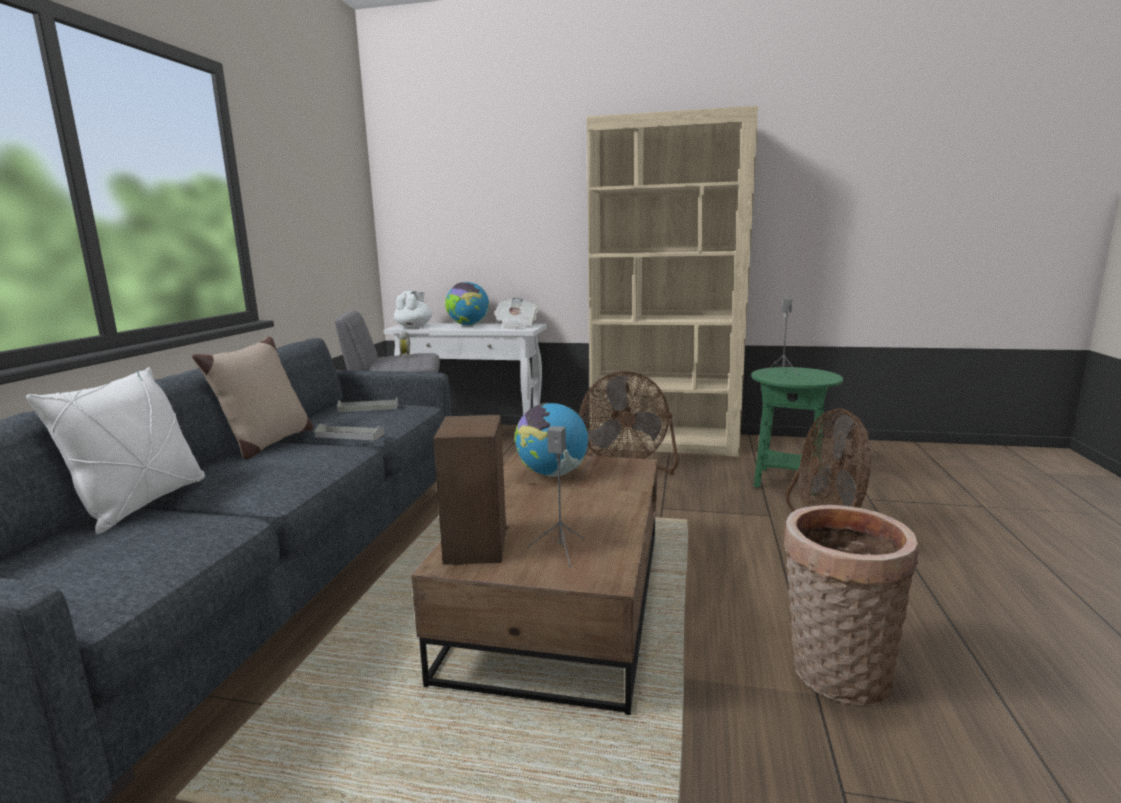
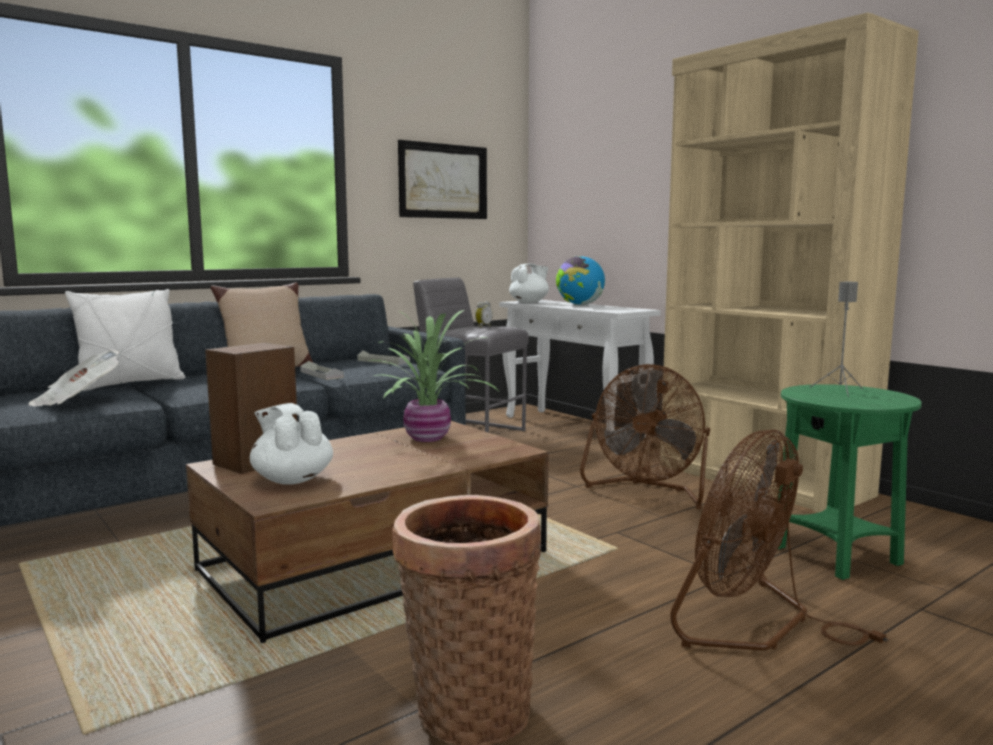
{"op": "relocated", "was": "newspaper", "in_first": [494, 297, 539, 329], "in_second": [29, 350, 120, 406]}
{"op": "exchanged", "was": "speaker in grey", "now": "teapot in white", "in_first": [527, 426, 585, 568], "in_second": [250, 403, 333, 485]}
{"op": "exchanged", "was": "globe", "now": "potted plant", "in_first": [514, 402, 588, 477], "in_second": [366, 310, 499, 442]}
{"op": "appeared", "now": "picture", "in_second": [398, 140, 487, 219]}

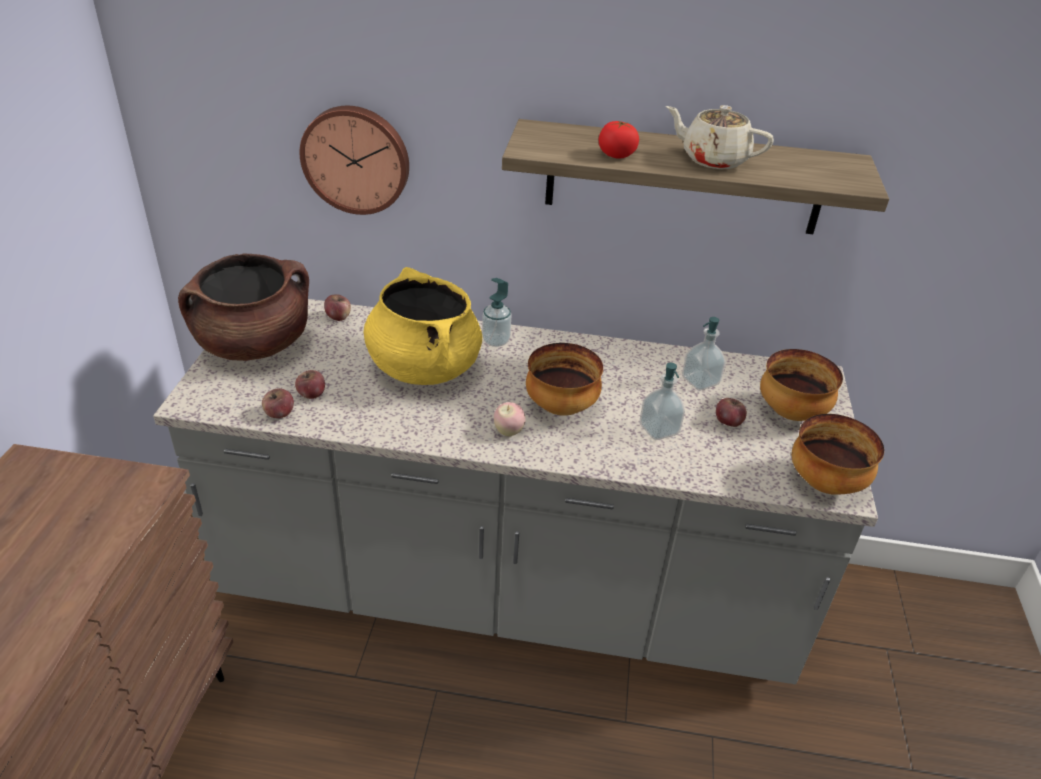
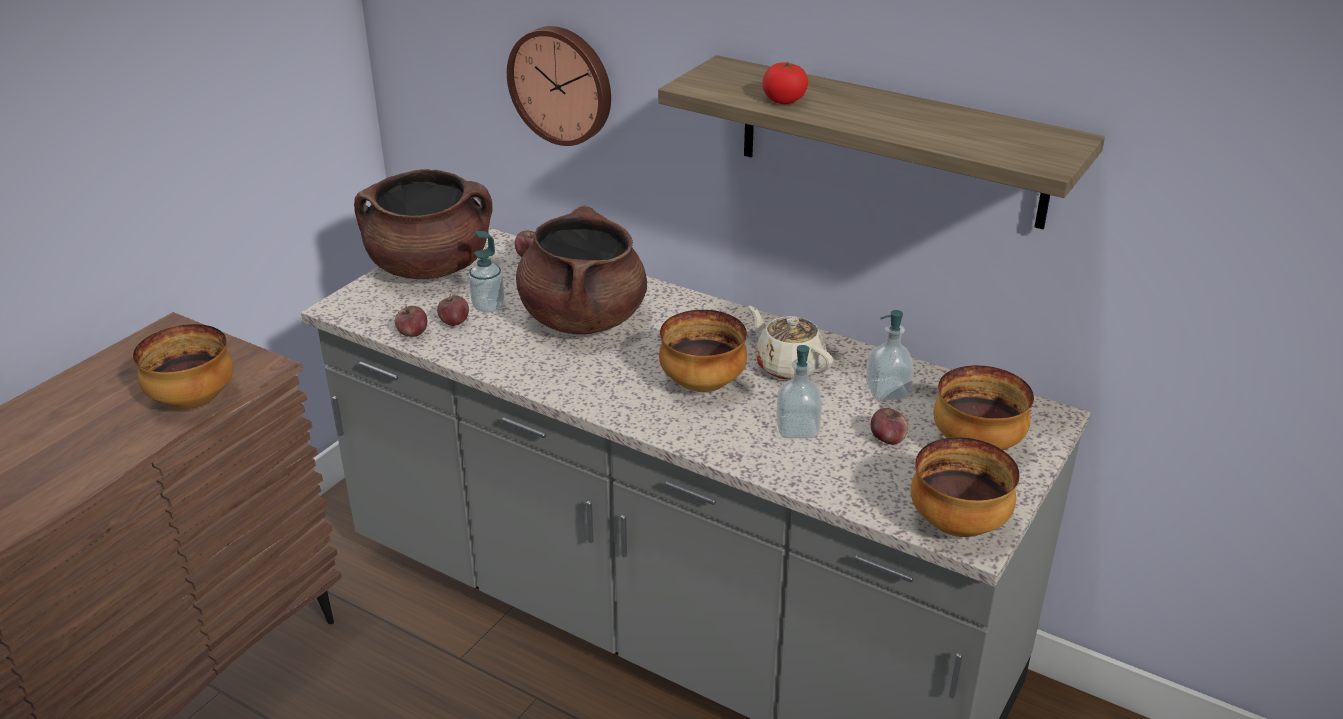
{"op": "appeared", "now": "bowl", "in_second": [133, 324, 234, 409]}
{"op": "relocated", "was": "soap dispenser", "in_first": [482, 278, 511, 347], "in_second": [469, 231, 504, 313]}
{"op": "colour", "was": "cooking pot in yellow", "now": "cooking pot in brown", "in_first": [363, 267, 482, 385], "in_second": [516, 205, 647, 334]}
{"op": "relocated", "was": "teapot in beige", "in_first": [666, 105, 774, 169], "in_second": [748, 306, 833, 380]}
{"op": "missing", "was": "apple", "in_first": [494, 402, 526, 436]}

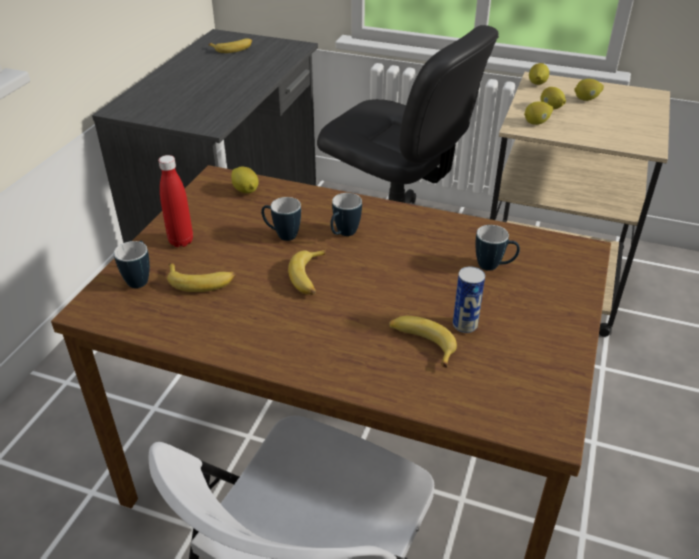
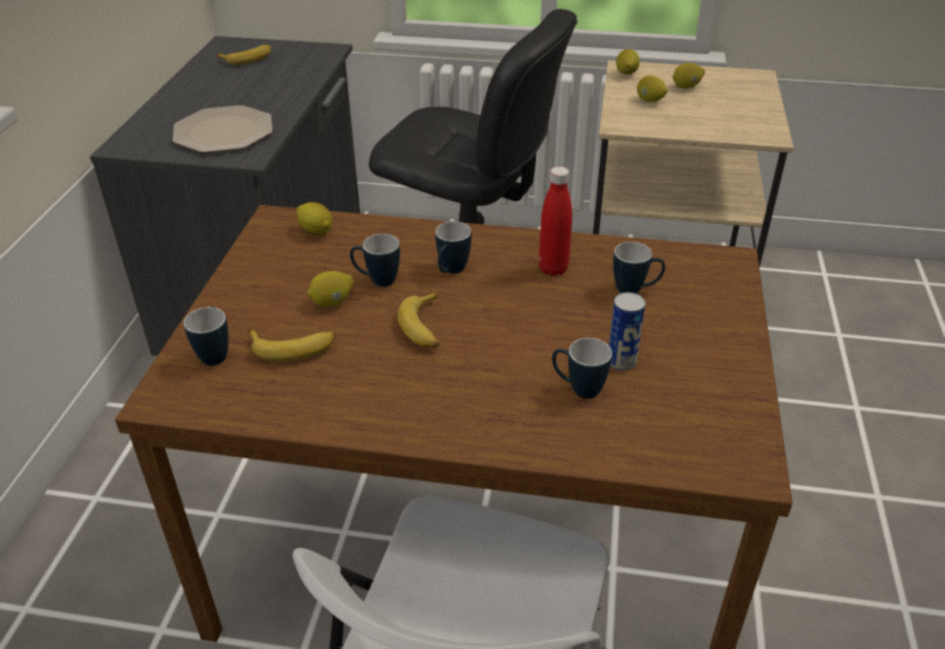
{"op": "appeared", "now": "plate", "in_second": [173, 105, 273, 153]}
{"op": "relocated", "was": "lemon", "in_first": [524, 101, 553, 125], "in_second": [307, 271, 353, 307]}
{"op": "relocated", "was": "bottle in red", "in_first": [158, 155, 193, 247], "in_second": [539, 166, 572, 276]}
{"op": "exchanged", "was": "banana", "now": "mug", "in_first": [389, 316, 457, 368], "in_second": [552, 338, 612, 399]}

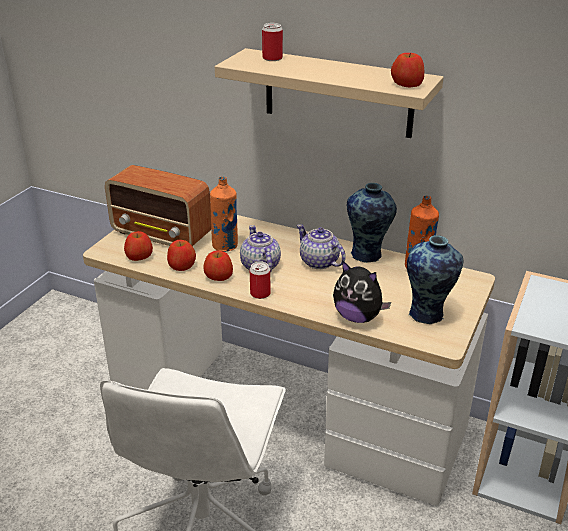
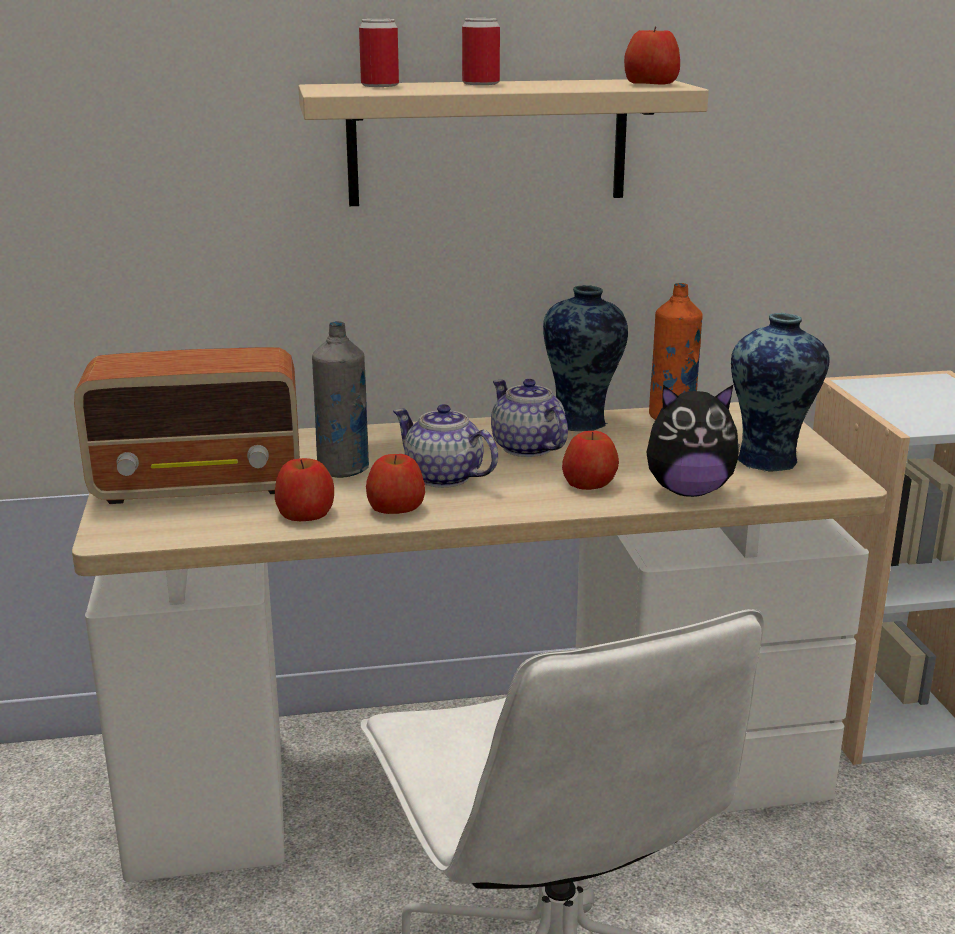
{"op": "colour", "was": "bottle in orange", "now": "bottle in grey", "in_first": [210, 177, 238, 252], "in_second": [312, 321, 369, 478]}
{"op": "relocated", "was": "can", "in_first": [250, 261, 271, 299], "in_second": [462, 18, 500, 85]}
{"op": "spun", "was": "teapot", "in_first": [296, 224, 346, 269], "in_second": [491, 379, 568, 457], "clockwise": 45}
{"op": "relocated", "was": "apple", "in_first": [124, 231, 153, 261], "in_second": [562, 431, 619, 490]}

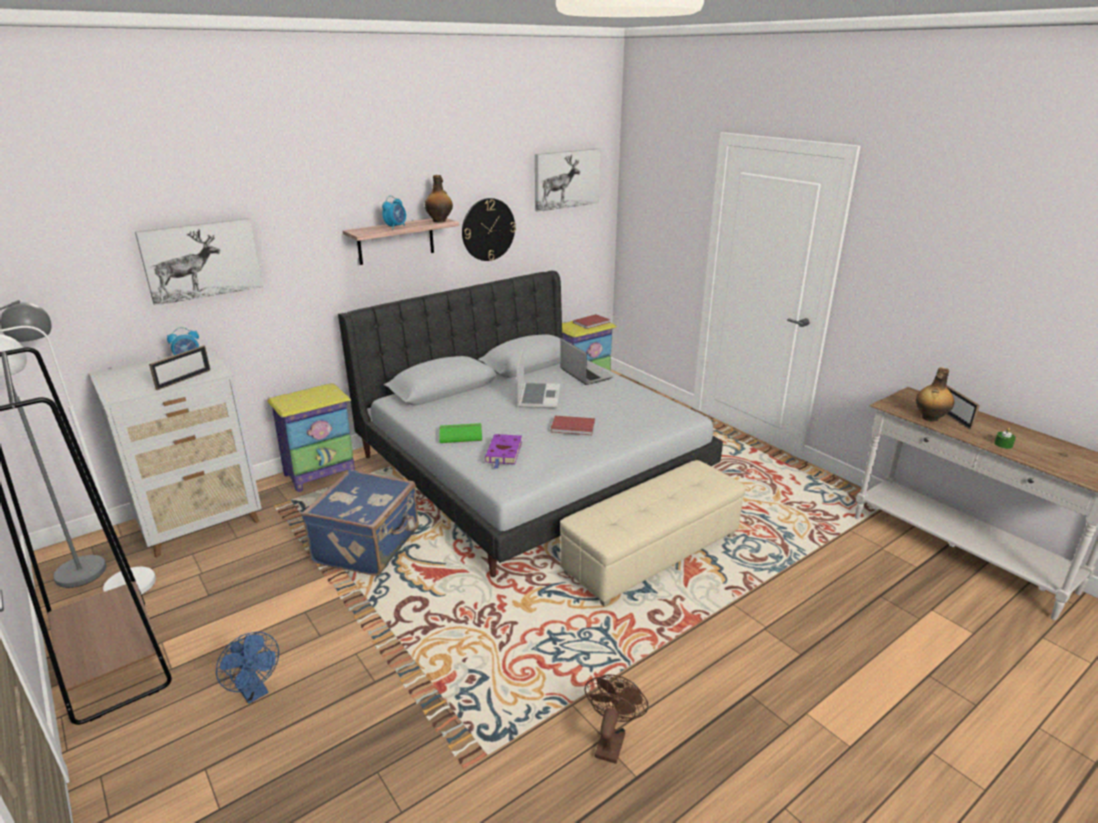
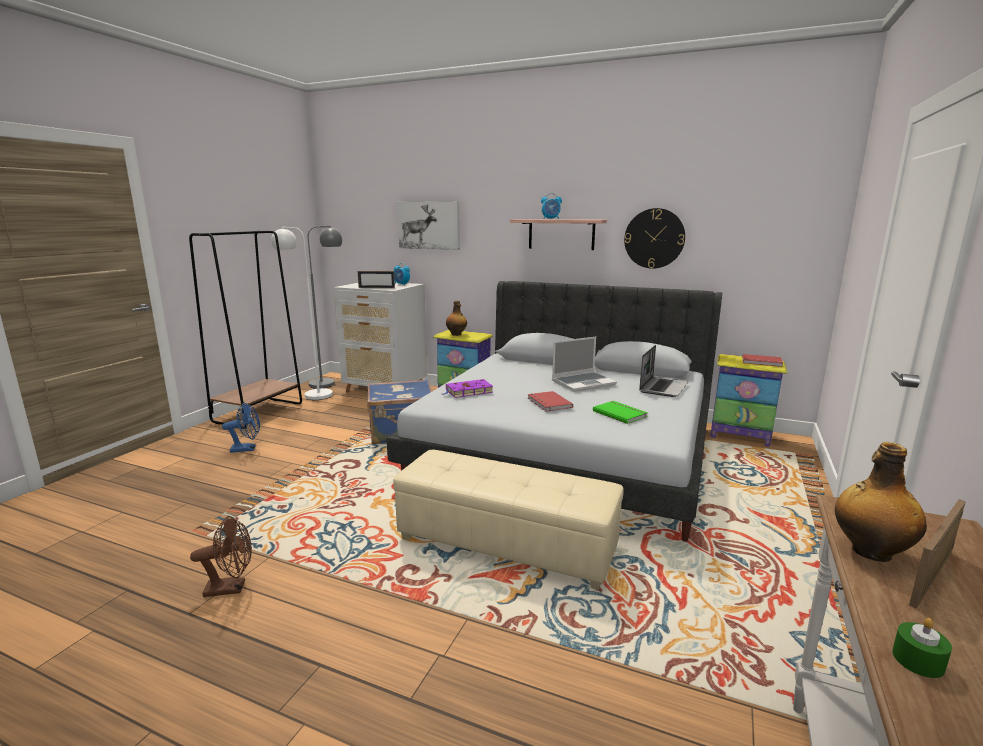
{"op": "spun", "was": "fan in blue", "in_first": [216, 632, 279, 704], "in_second": [222, 403, 260, 453], "clockwise": -120}
{"op": "relocated", "was": "bottle", "in_first": [424, 175, 453, 222], "in_second": [446, 301, 467, 336]}
{"op": "relocated", "was": "book in green", "in_first": [439, 423, 482, 443], "in_second": [593, 401, 648, 424]}
{"op": "missing", "was": "picture", "in_first": [535, 149, 600, 212]}

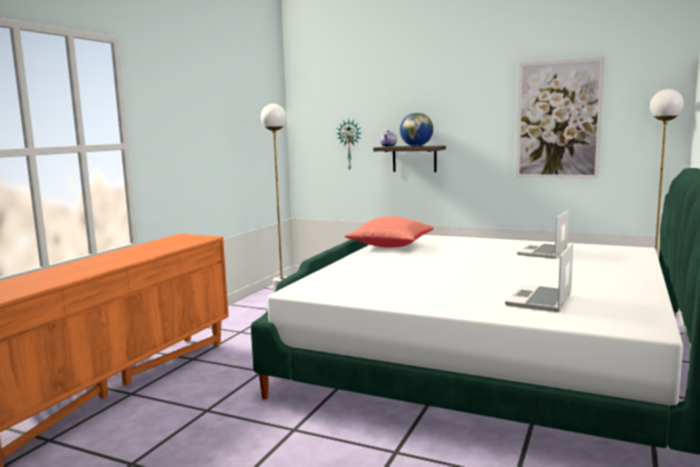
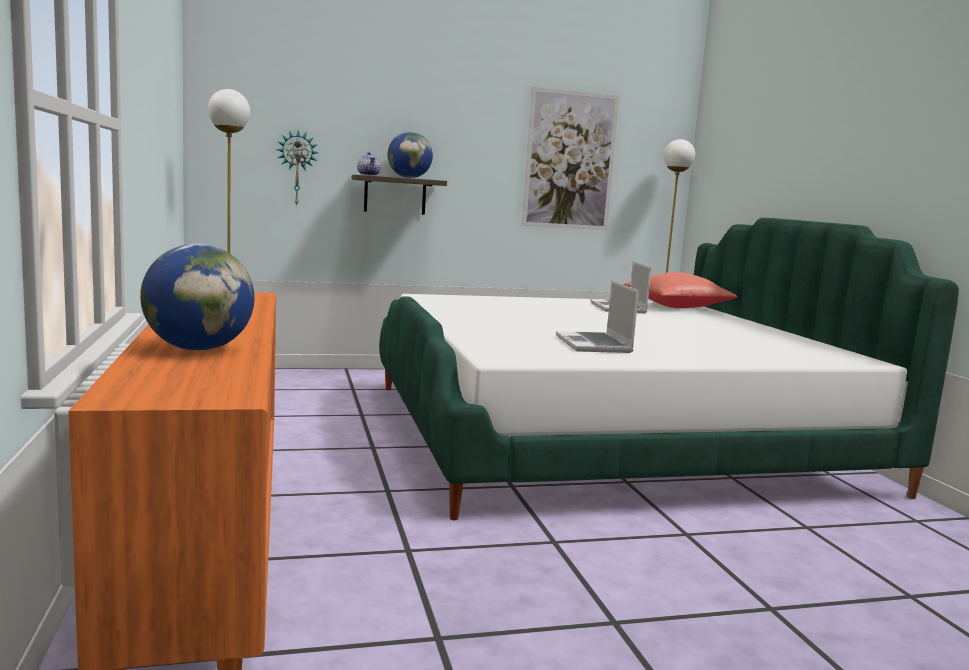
{"op": "appeared", "now": "globe", "in_second": [140, 244, 254, 351]}
{"op": "relocated", "was": "laptop", "in_first": [505, 242, 574, 312], "in_second": [556, 280, 639, 353]}
{"op": "relocated", "was": "pillow in red", "in_first": [344, 216, 434, 247], "in_second": [624, 272, 738, 308]}

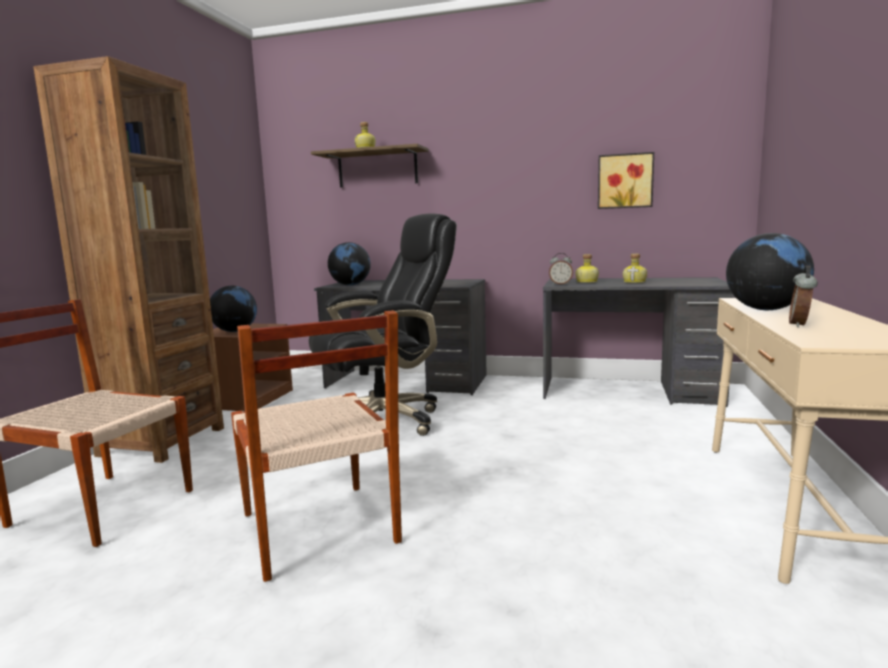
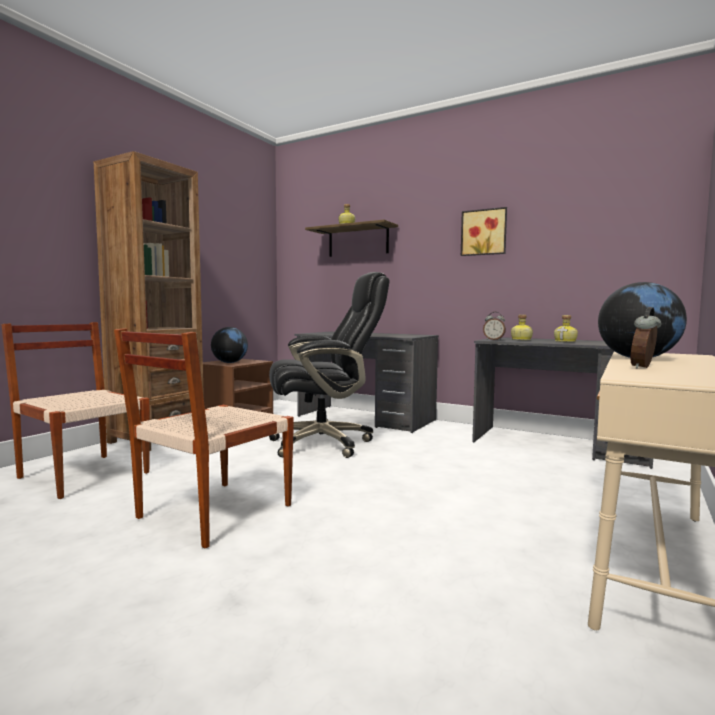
{"op": "spun", "was": "chair", "in_first": [231, 310, 402, 582], "in_second": [114, 328, 294, 548], "clockwise": 45}
{"op": "relocated", "was": "picture", "in_first": [598, 152, 654, 209], "in_second": [461, 207, 507, 256]}
{"op": "missing", "was": "globe", "in_first": [328, 242, 371, 285]}

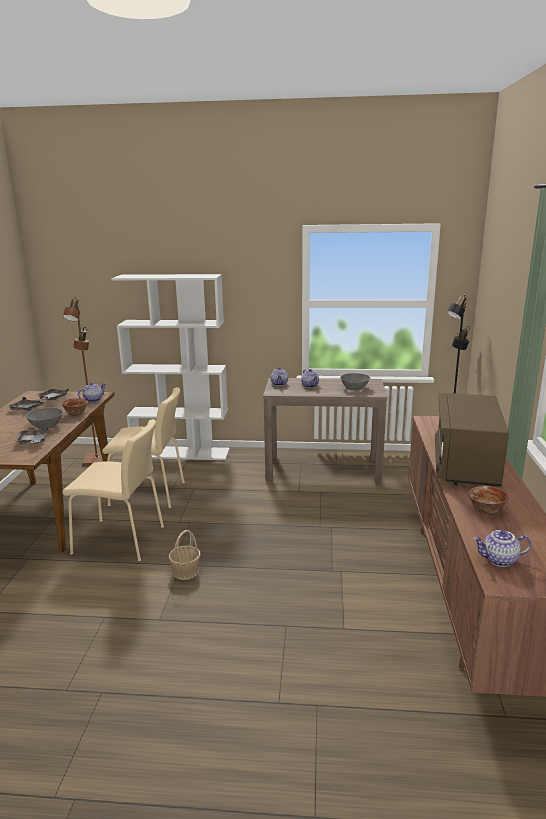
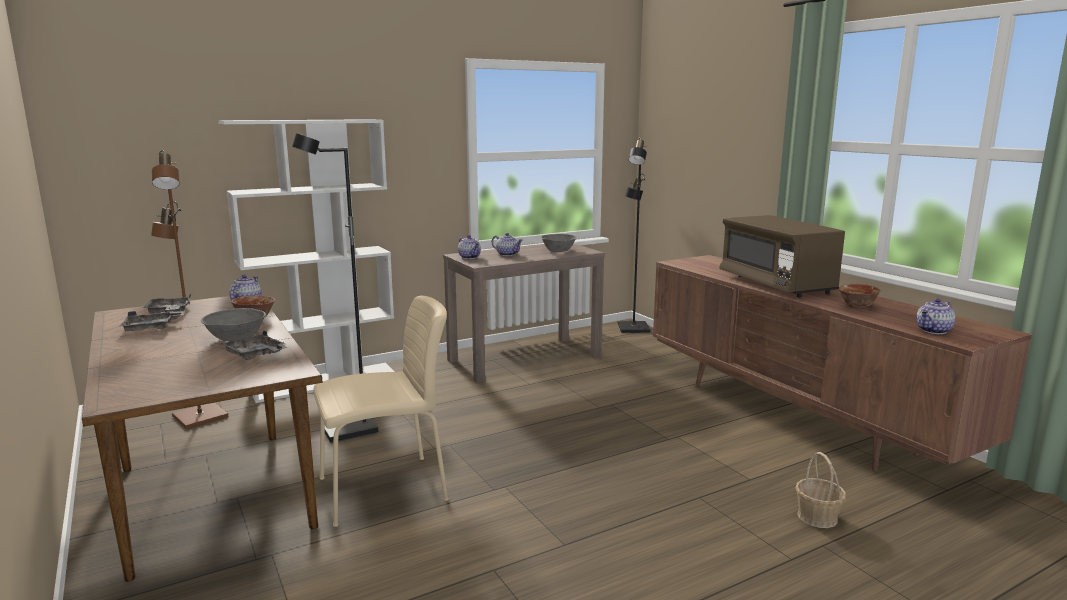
{"op": "exchanged", "was": "chair in beige", "now": "floor lamp in black", "in_first": [102, 387, 185, 508], "in_second": [292, 133, 378, 443]}
{"op": "relocated", "was": "basket", "in_first": [169, 530, 200, 580], "in_second": [795, 452, 846, 528]}

